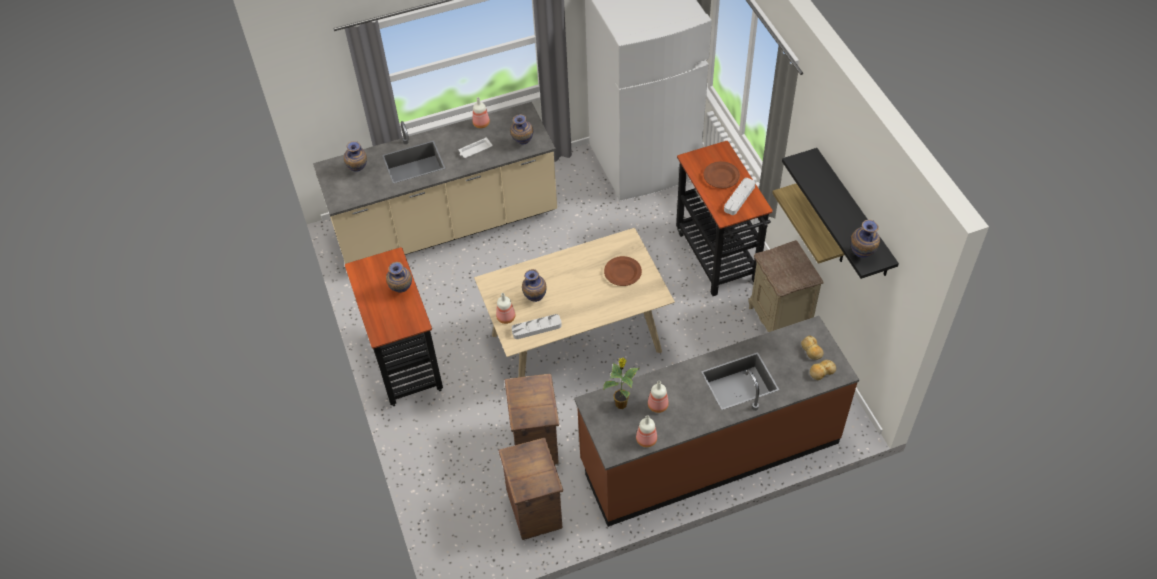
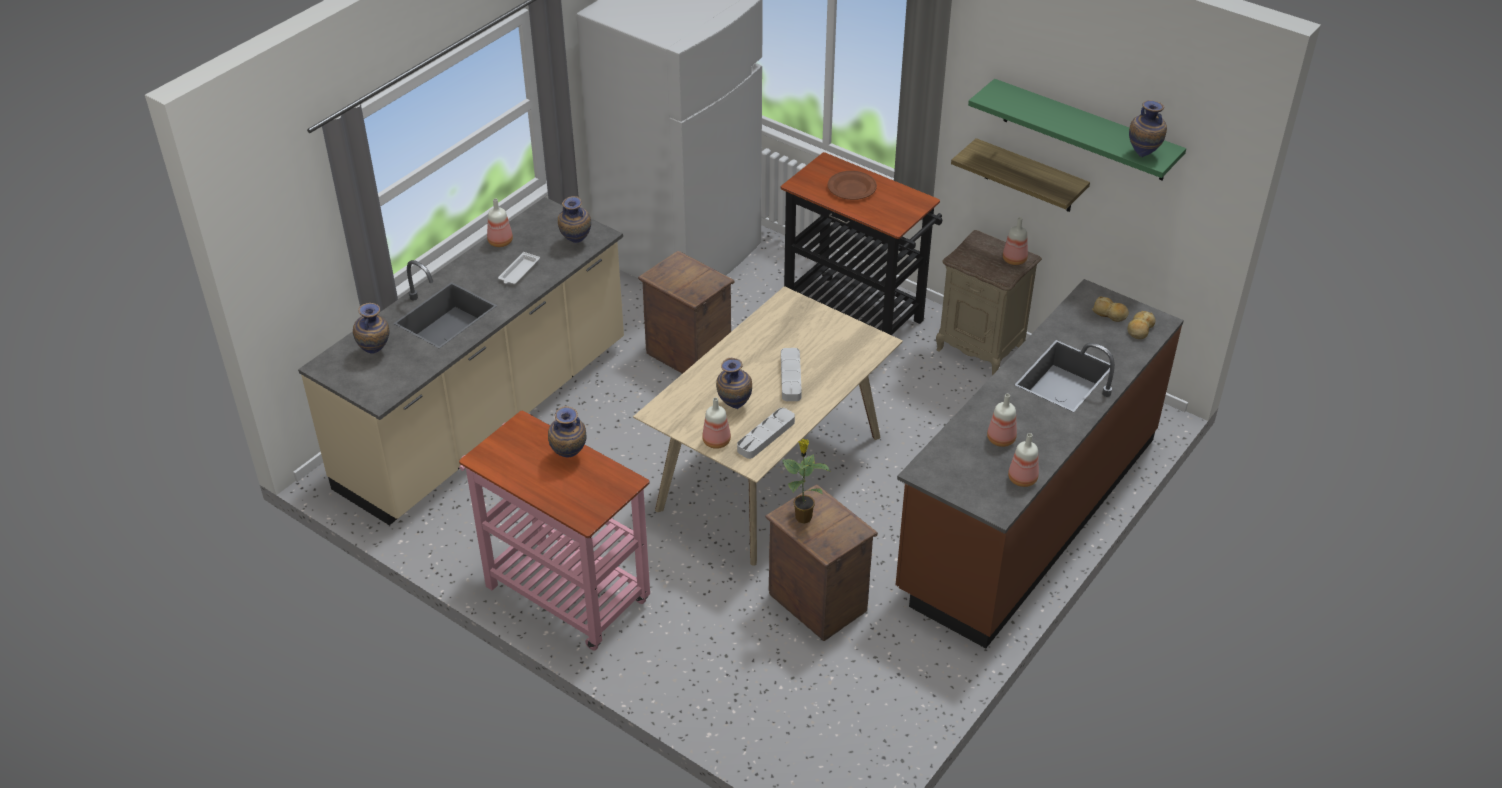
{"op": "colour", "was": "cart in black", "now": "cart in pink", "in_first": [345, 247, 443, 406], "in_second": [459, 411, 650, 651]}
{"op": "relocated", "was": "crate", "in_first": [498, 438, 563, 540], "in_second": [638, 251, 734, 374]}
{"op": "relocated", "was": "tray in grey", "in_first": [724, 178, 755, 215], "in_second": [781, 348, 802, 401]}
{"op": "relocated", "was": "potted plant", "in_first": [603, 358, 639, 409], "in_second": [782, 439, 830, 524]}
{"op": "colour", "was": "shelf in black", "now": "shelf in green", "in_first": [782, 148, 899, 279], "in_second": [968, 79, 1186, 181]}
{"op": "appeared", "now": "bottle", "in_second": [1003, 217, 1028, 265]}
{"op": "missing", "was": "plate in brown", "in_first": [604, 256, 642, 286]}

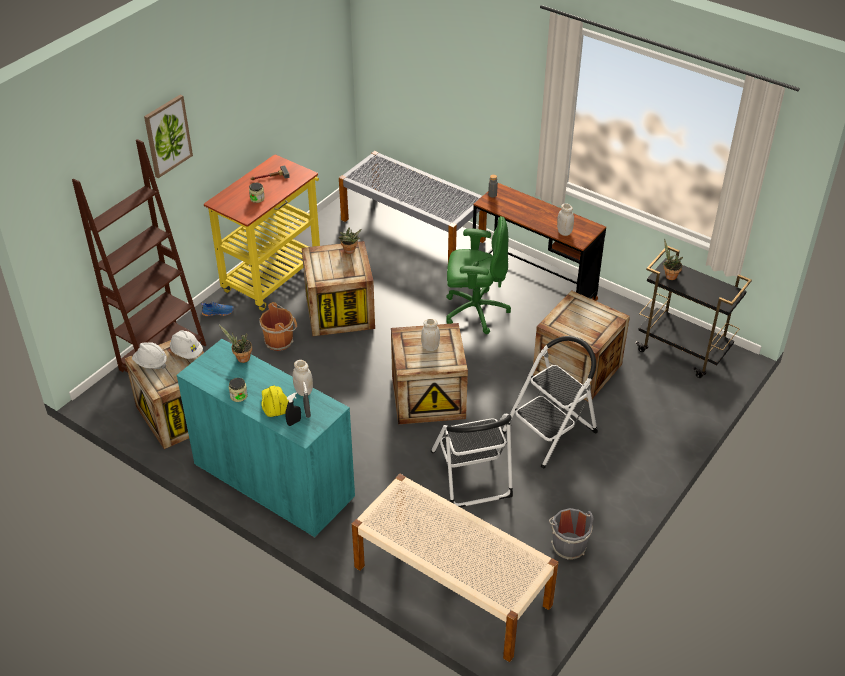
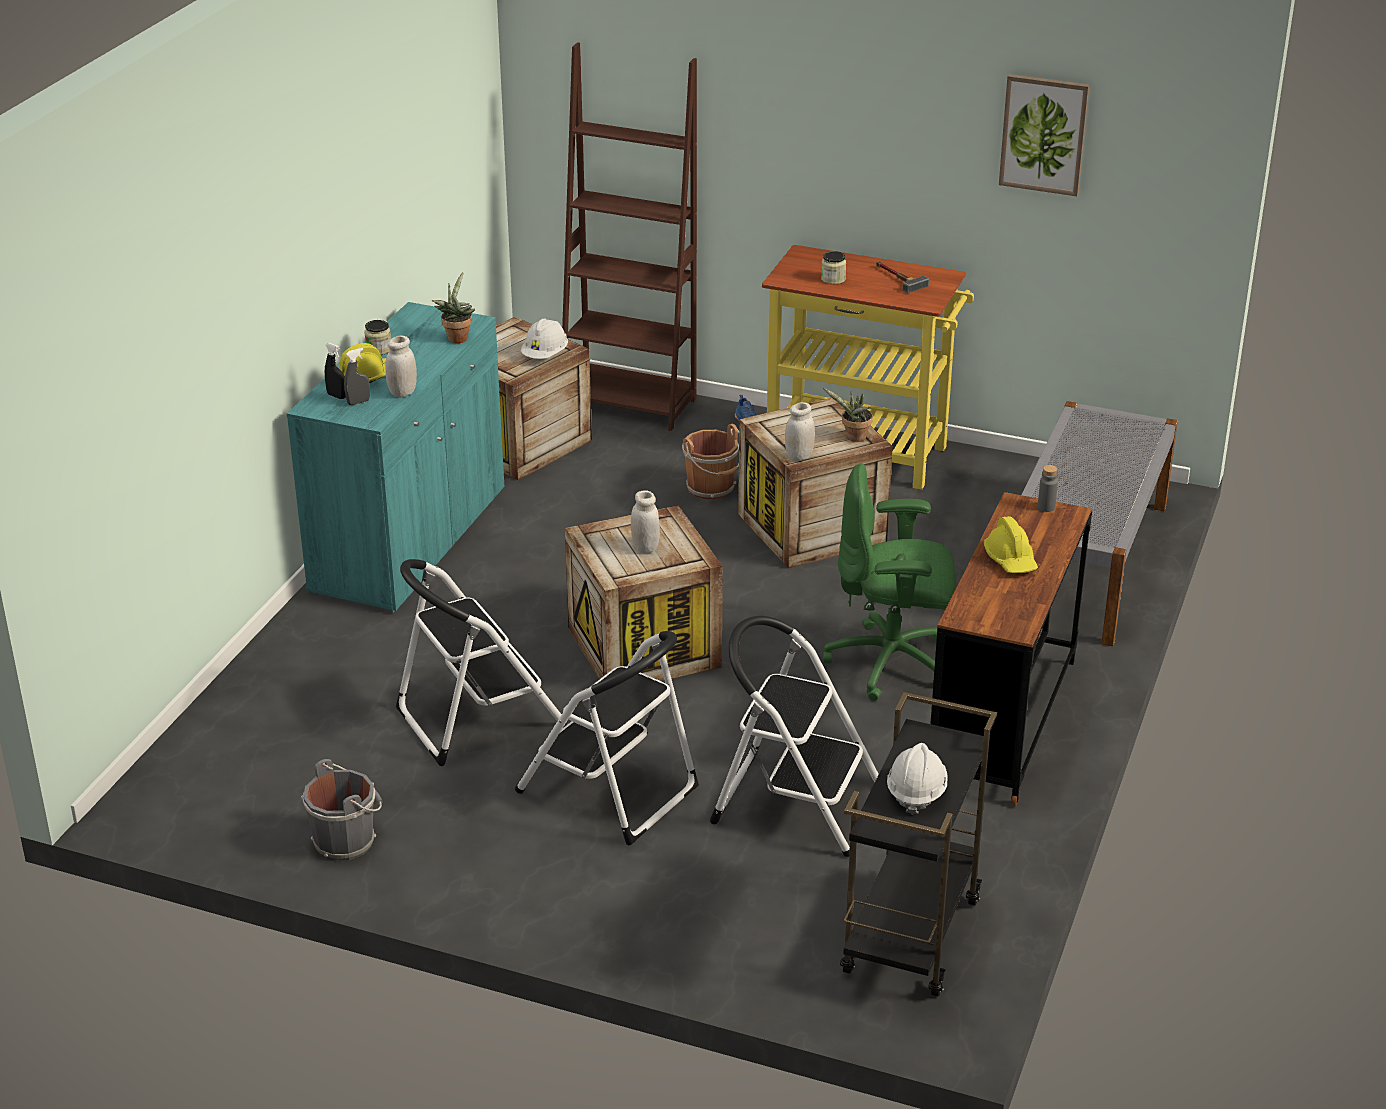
{"op": "exchanged", "was": "crate", "now": "step ladder", "in_first": [533, 290, 630, 401], "in_second": [710, 616, 879, 857]}
{"op": "relocated", "was": "jar in white", "in_first": [557, 203, 574, 236], "in_second": [785, 402, 815, 461]}
{"op": "spun", "was": "office chair in green", "in_first": [446, 216, 511, 334], "in_second": [823, 463, 955, 701], "clockwise": 105}
{"op": "relocated", "was": "hard hat in white", "in_first": [132, 342, 167, 369], "in_second": [887, 743, 947, 815]}
{"op": "appeared", "now": "hard hat in yellow", "in_second": [984, 516, 1038, 573]}
{"op": "relocated", "was": "picture", "in_first": [144, 95, 193, 178], "in_second": [999, 74, 1090, 196]}
{"op": "missing", "was": "bench in beige", "in_first": [352, 474, 559, 662]}
{"op": "missing", "was": "potted plant", "in_first": [663, 238, 683, 280]}

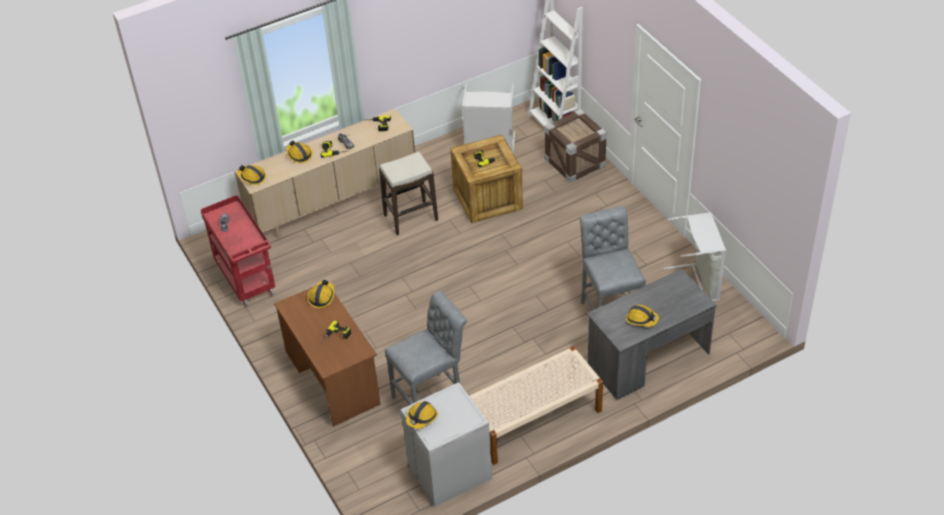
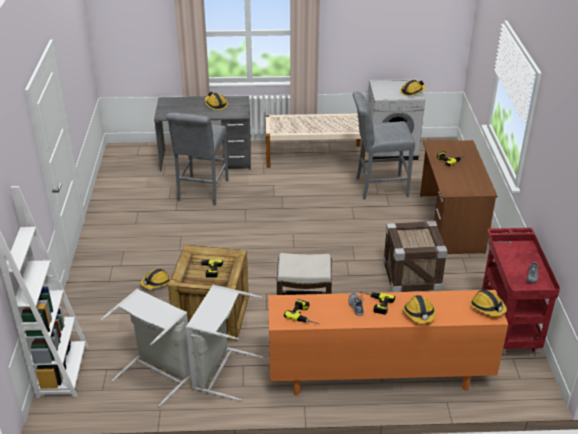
{"op": "relocated", "was": "hard hat", "in_first": [307, 280, 335, 308], "in_second": [140, 269, 170, 289]}
{"op": "relocated", "was": "laundry basket in grey", "in_first": [664, 212, 726, 301], "in_second": [186, 285, 263, 401]}
{"op": "colour", "was": "cabinet in beige", "now": "cabinet in orange", "in_first": [234, 109, 415, 238], "in_second": [268, 290, 508, 396]}
{"op": "relocated", "was": "crate", "in_first": [544, 109, 607, 183], "in_second": [383, 221, 448, 292]}

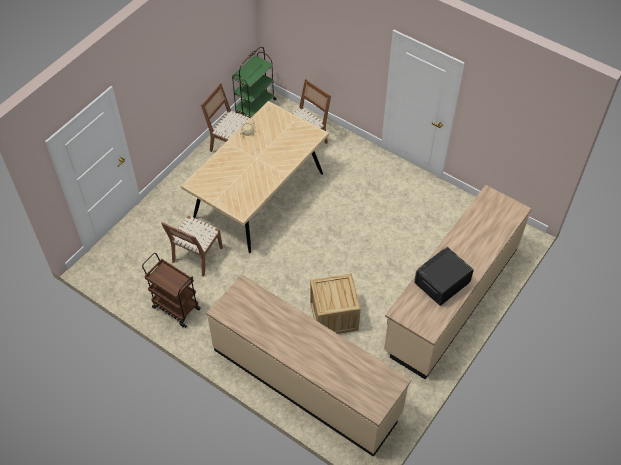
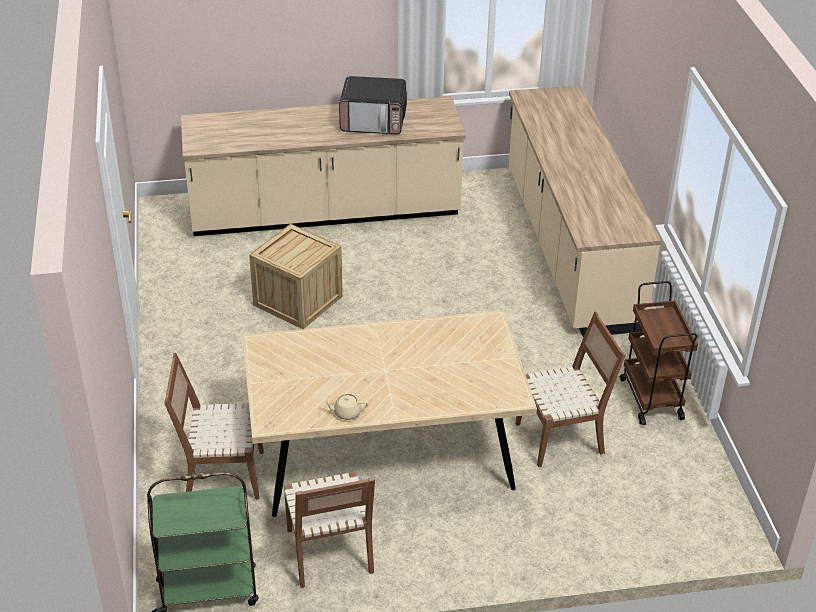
{"op": "relocated", "was": "crate", "in_first": [310, 273, 360, 334], "in_second": [249, 224, 343, 329]}

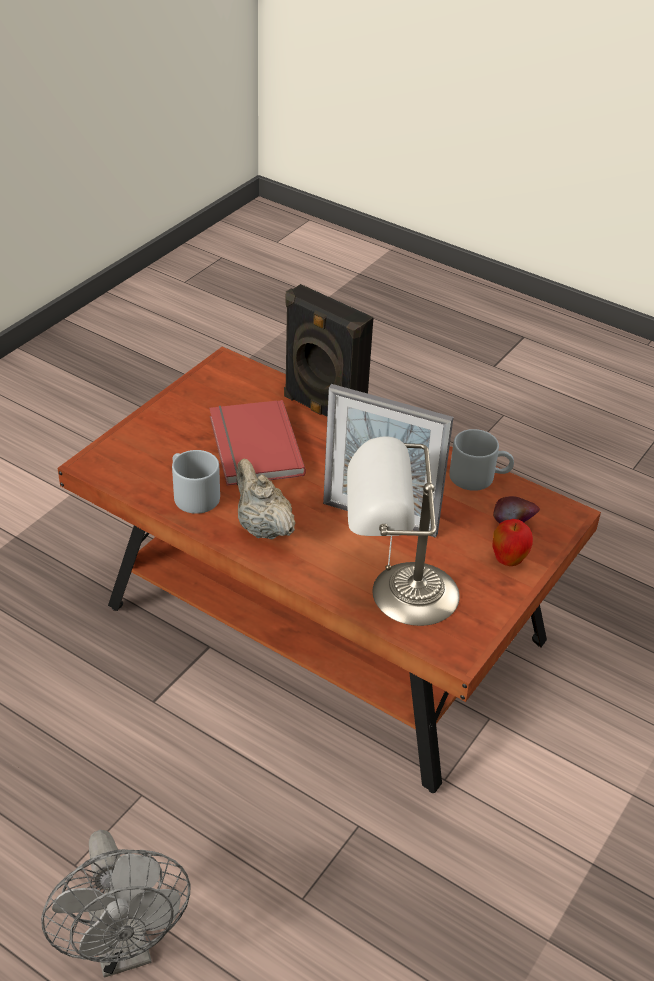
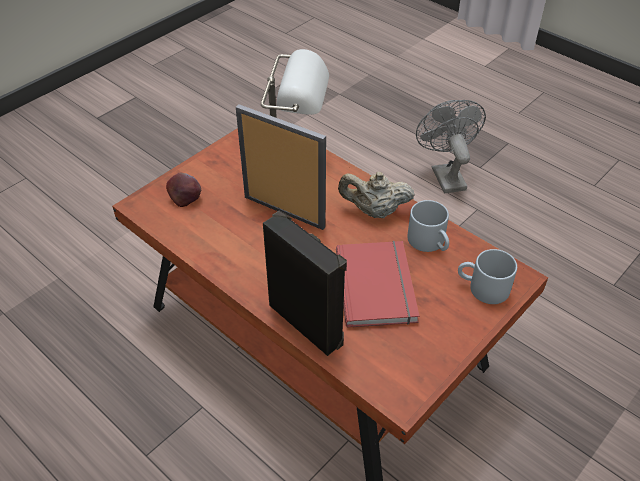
{"op": "spun", "was": "teapot in beige", "in_first": [236, 459, 296, 540], "in_second": [338, 172, 415, 218], "clockwise": 120}
{"op": "relocated", "was": "mug in grey", "in_first": [449, 429, 514, 491], "in_second": [458, 249, 517, 304]}
{"op": "missing", "was": "apple", "in_first": [492, 519, 533, 566]}

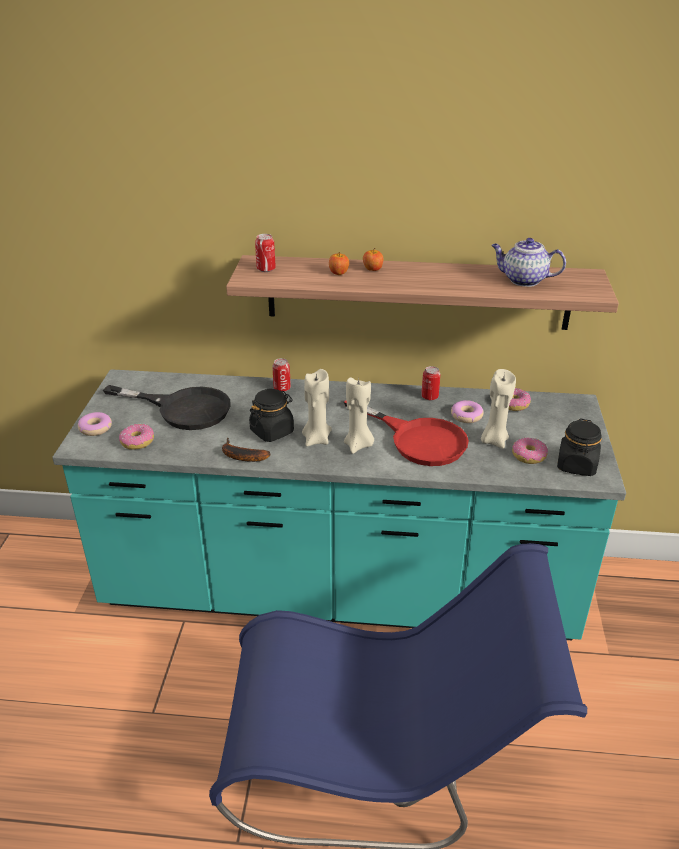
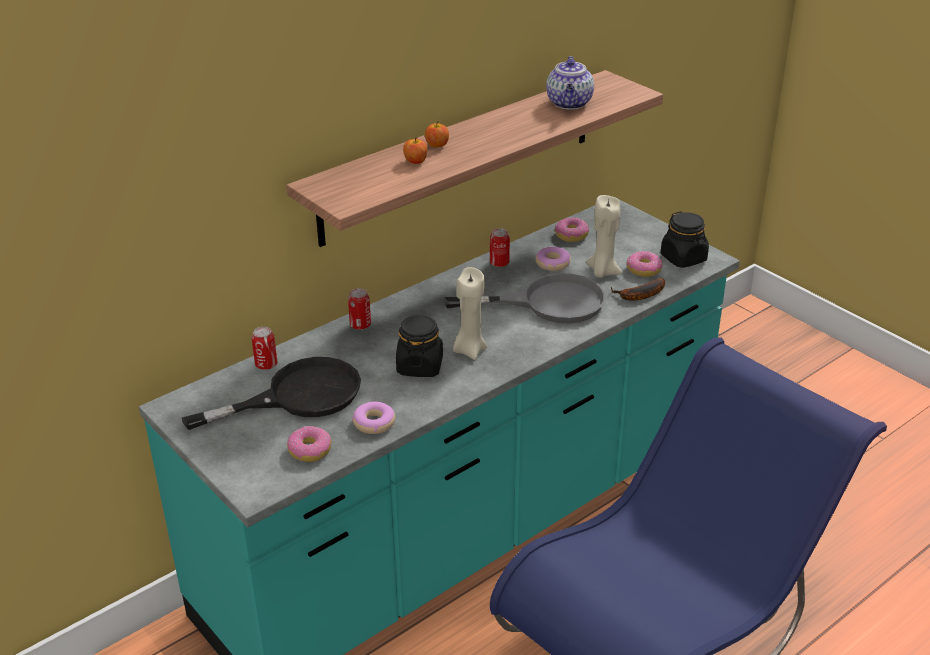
{"op": "relocated", "was": "can", "in_first": [255, 234, 276, 272], "in_second": [252, 327, 277, 370]}
{"op": "relocated", "was": "donut", "in_first": [78, 412, 112, 436], "in_second": [352, 402, 395, 434]}
{"op": "colour", "was": "frying pan in red", "now": "frying pan in grey", "in_first": [344, 400, 469, 466], "in_second": [444, 273, 606, 324]}
{"op": "spun", "was": "teapot", "in_first": [491, 238, 566, 287], "in_second": [546, 56, 594, 109], "clockwise": -60}
{"op": "relocated", "was": "banana", "in_first": [222, 438, 270, 462], "in_second": [611, 278, 665, 300]}
{"op": "missing", "was": "candle in beige", "in_first": [344, 377, 374, 454]}

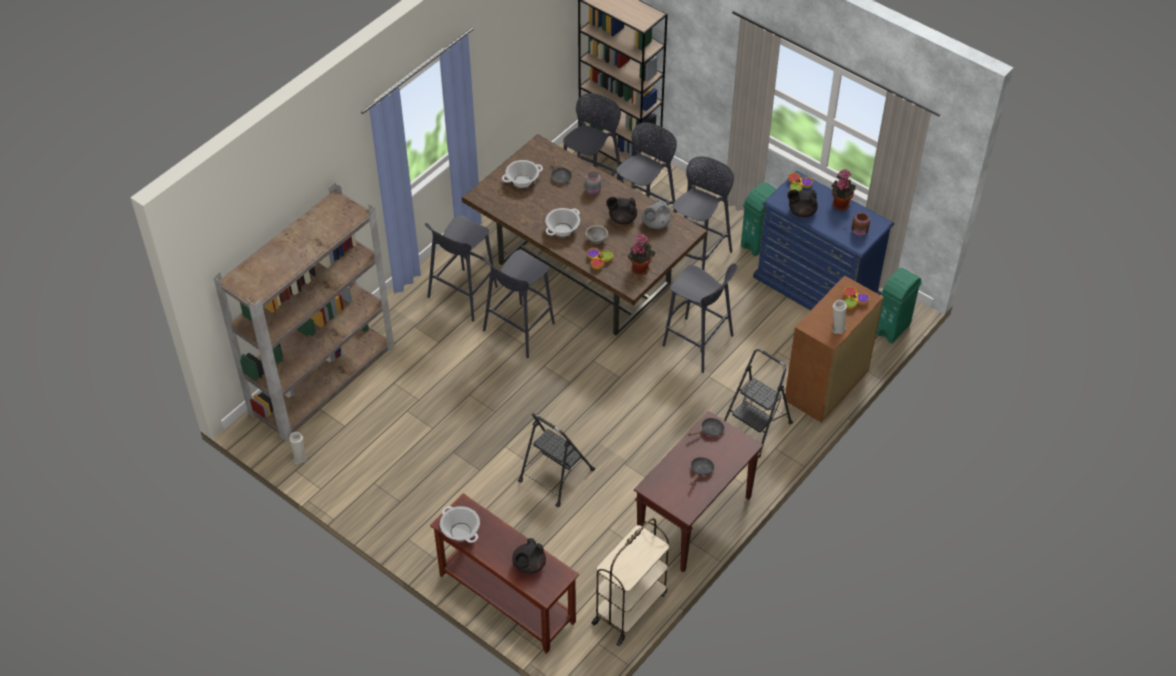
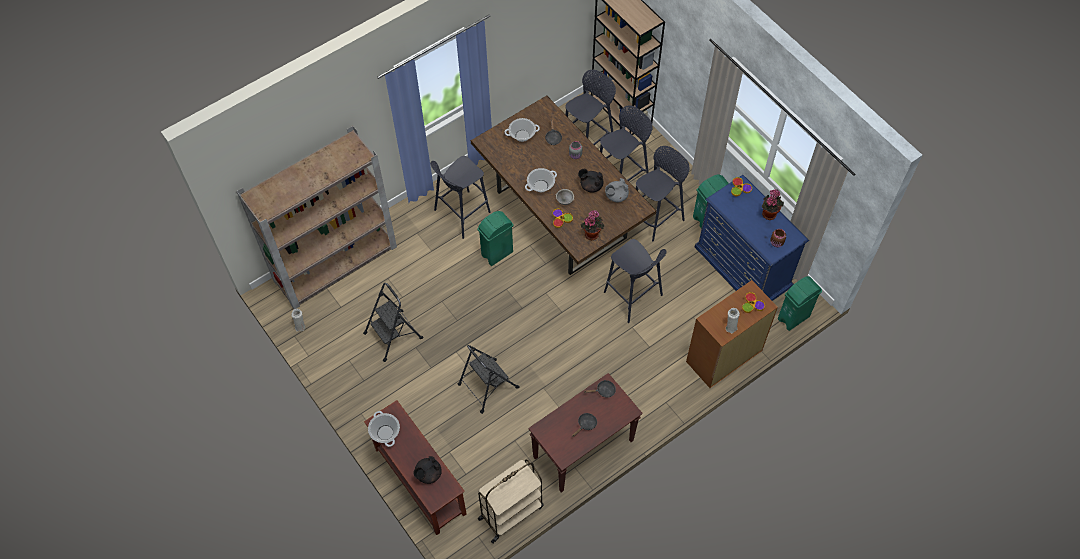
{"op": "relocated", "was": "step ladder in black", "in_first": [724, 349, 793, 458], "in_second": [363, 283, 423, 362]}
{"op": "exchanged", "was": "stool in grey", "now": "trash can in green", "in_first": [483, 250, 555, 358], "in_second": [477, 211, 514, 266]}
{"op": "missing", "was": "teapot in black", "in_first": [787, 190, 818, 217]}

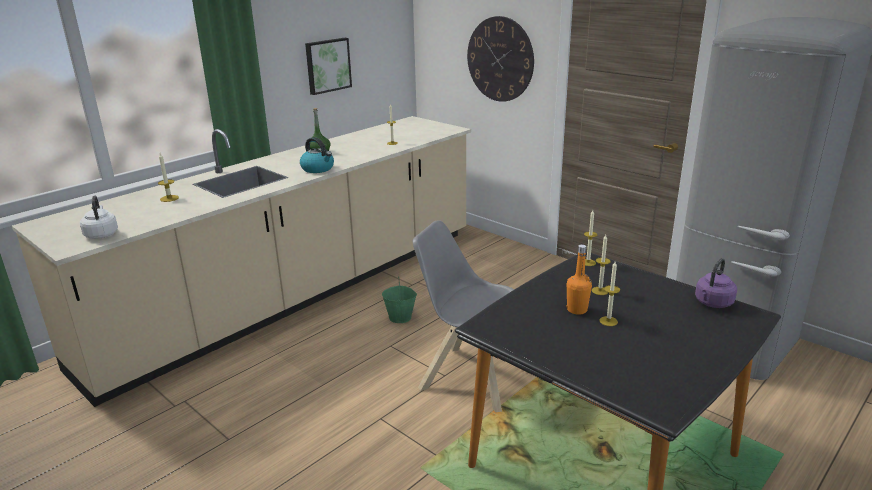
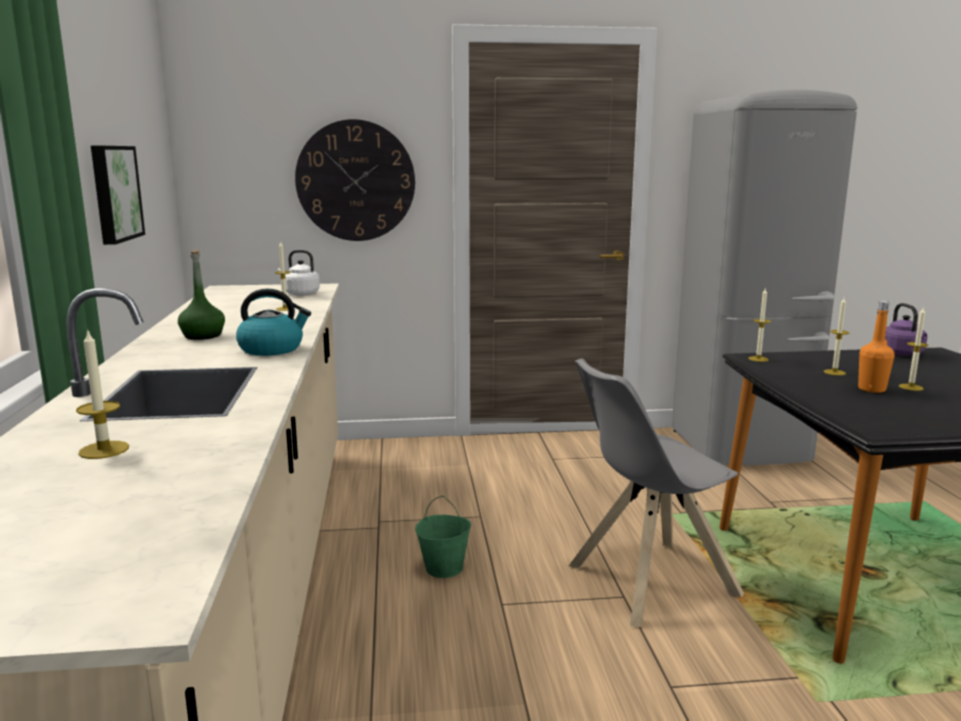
{"op": "relocated", "was": "kettle in white", "in_first": [80, 196, 118, 239], "in_second": [278, 250, 320, 296]}

